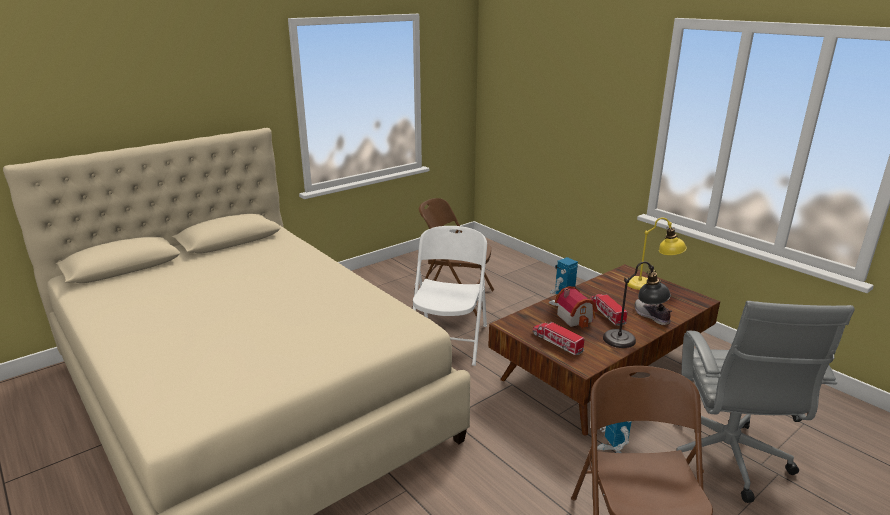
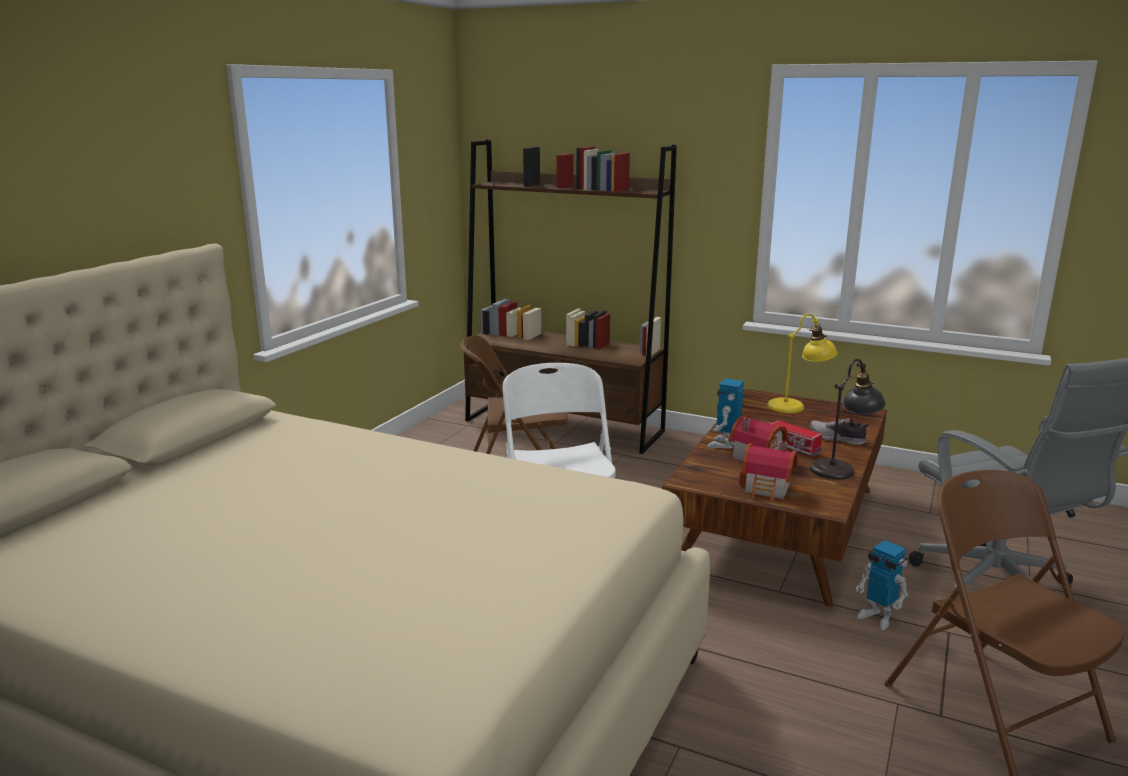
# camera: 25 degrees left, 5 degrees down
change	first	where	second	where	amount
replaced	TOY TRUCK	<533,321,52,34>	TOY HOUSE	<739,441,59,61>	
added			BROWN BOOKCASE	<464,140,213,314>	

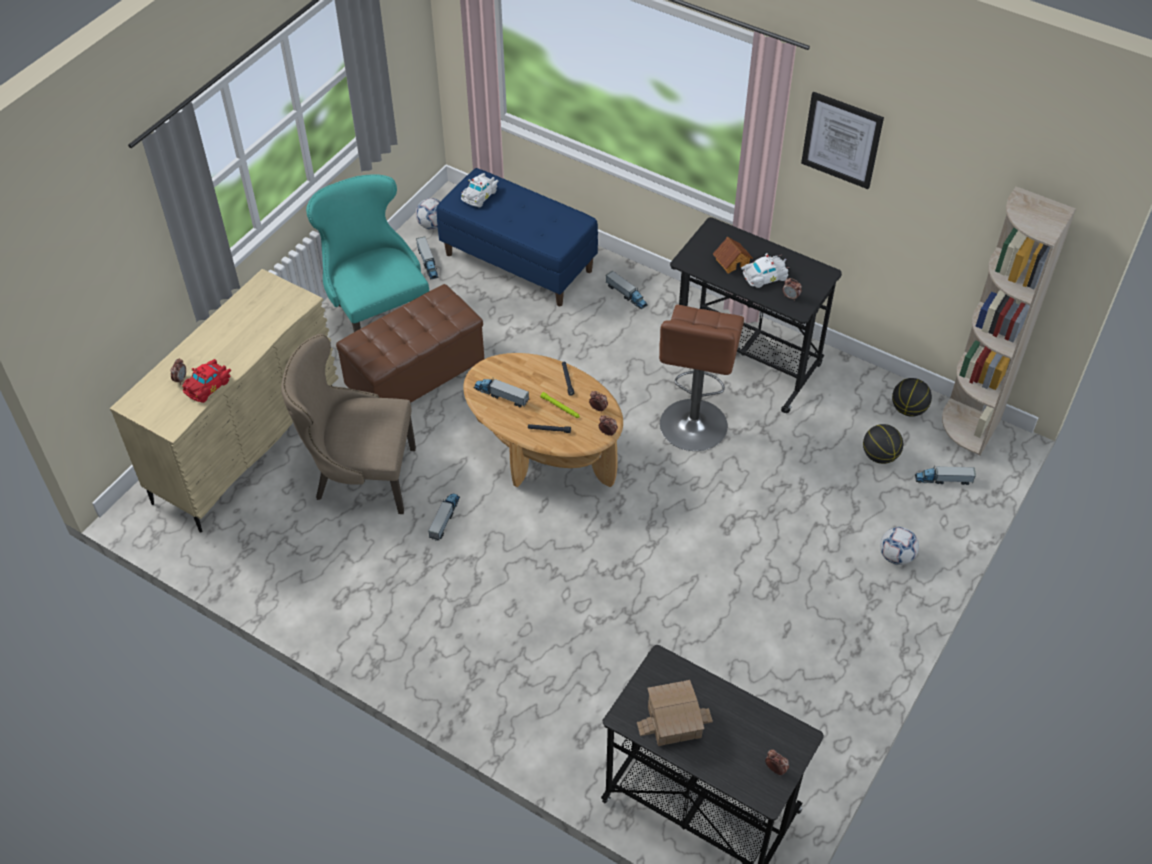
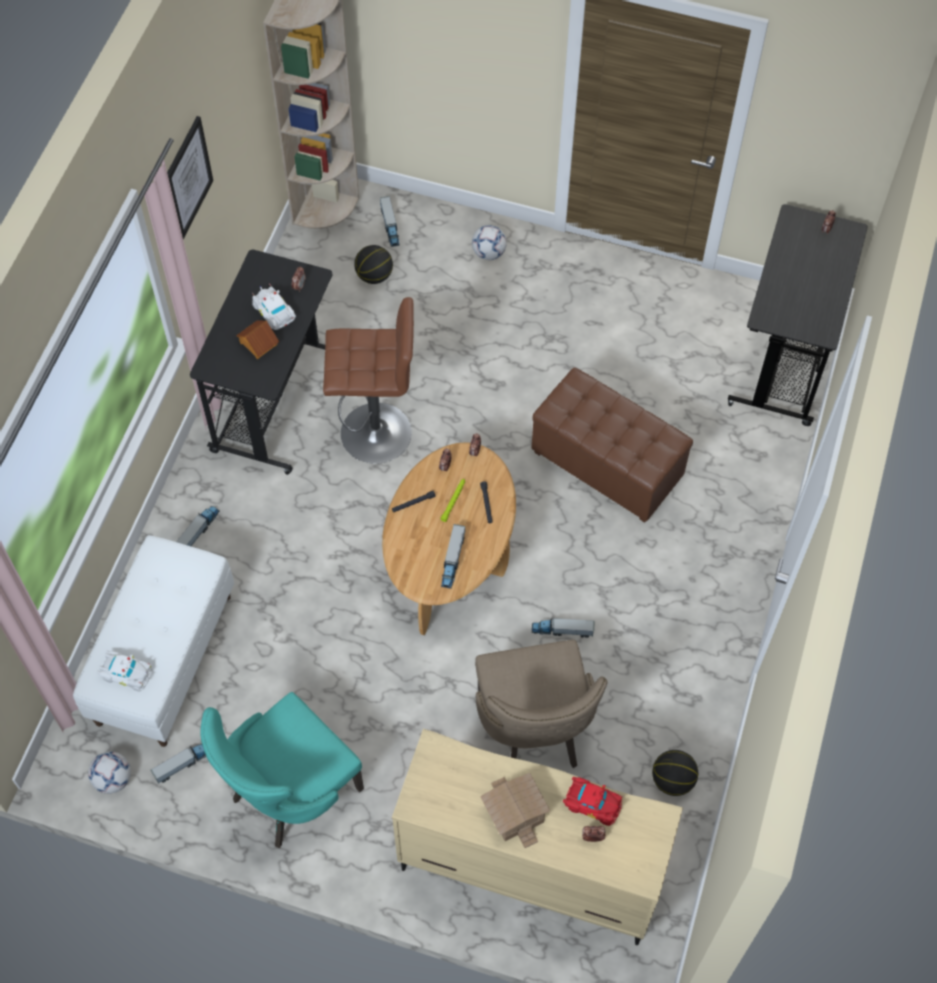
# camera: 105 degrees left, 10 degrees up
change	first	where	second	where	amount
recoloured	BLUE BENCH	<436,168,162,138>	WHITE BENCH	<73,535,161,212>	
moved	BROWN OTTOMAN	<336,284,148,119>		<531,367,162,156>	
moved	BASKETBALL	<892,378,40,39>		<652,750,46,46>	
moved	TOY HOUSE	<637,680,76,66>		<480,773,70,75>	

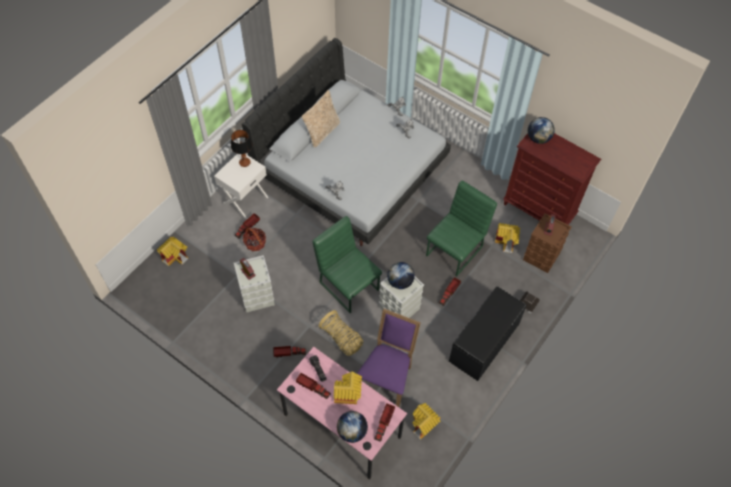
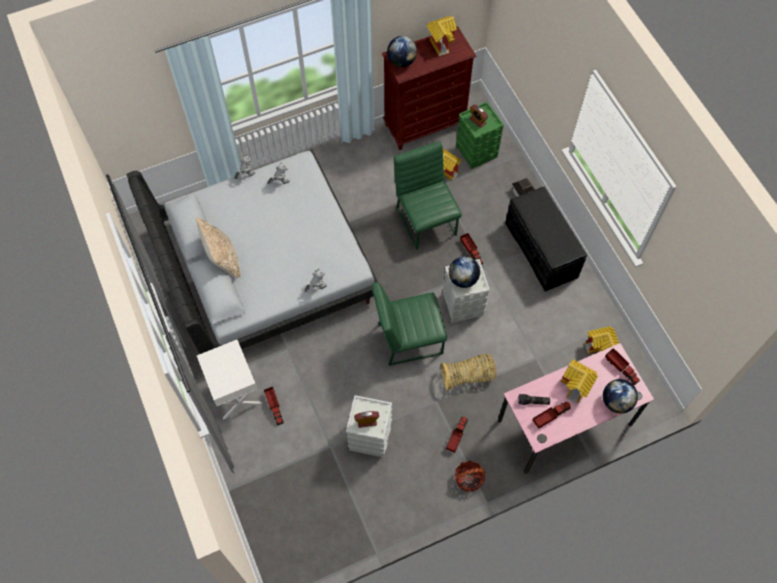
# camera: 60 degrees left, 5 degrees up
change	first	where	second	where	amount
removed	TABLE LAMP	<231,130,22,37>			
recoloured	BROWN STORAGE BOX	<523,213,48,60>	GREEN STORAGE BOX	<456,102,48,67>	
moved	BASKET	<243,227,23,24>		<455,460,31,32>	
moved	TOY HOUSE	<157,237,32,29>		<427,16,30,40>	
removed	PURPLE CHAIR	<357,308,64,99>			

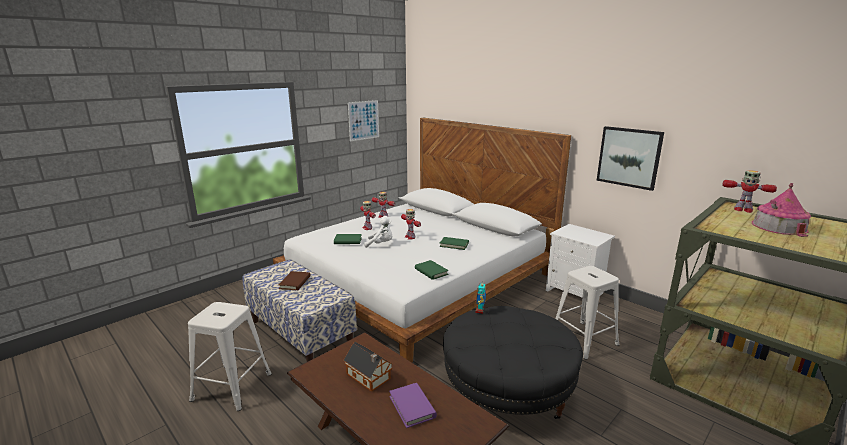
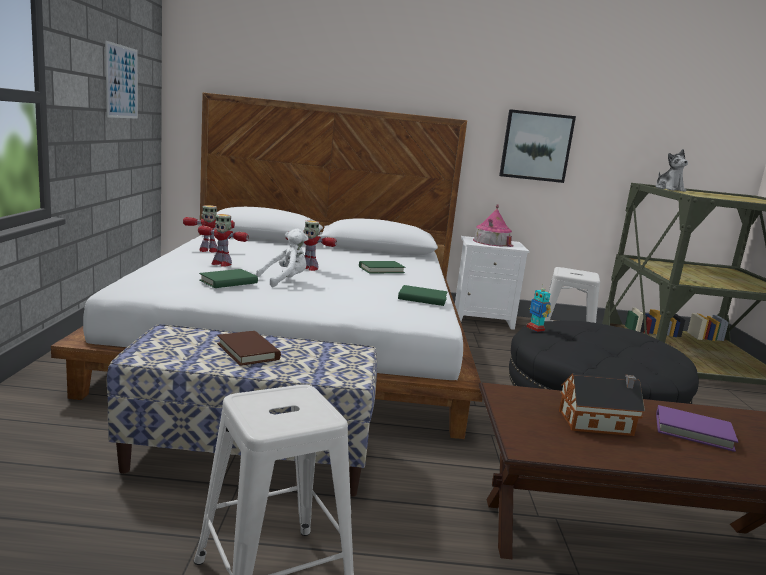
# camera: 45 degrees left, 5 degrees down
change	first	where	second	where	amount
replaced	TOY ROBOT	<722,170,55,43>	PLUSH TOY	<656,149,32,43>	
moved	TOY HOUSE	<752,183,59,54>		<473,204,41,43>	

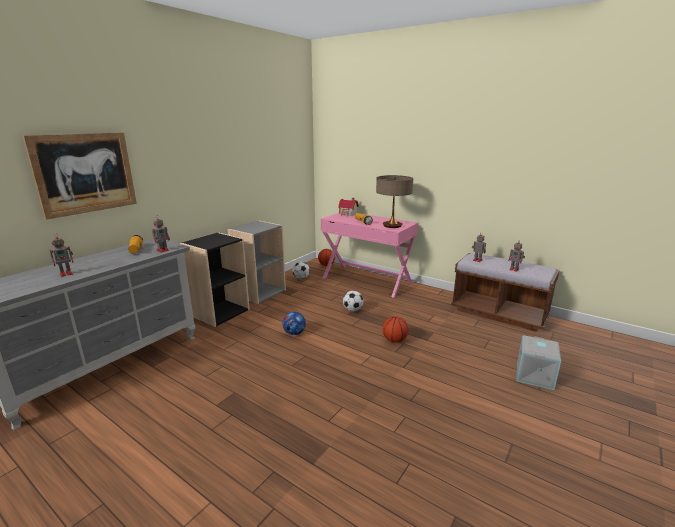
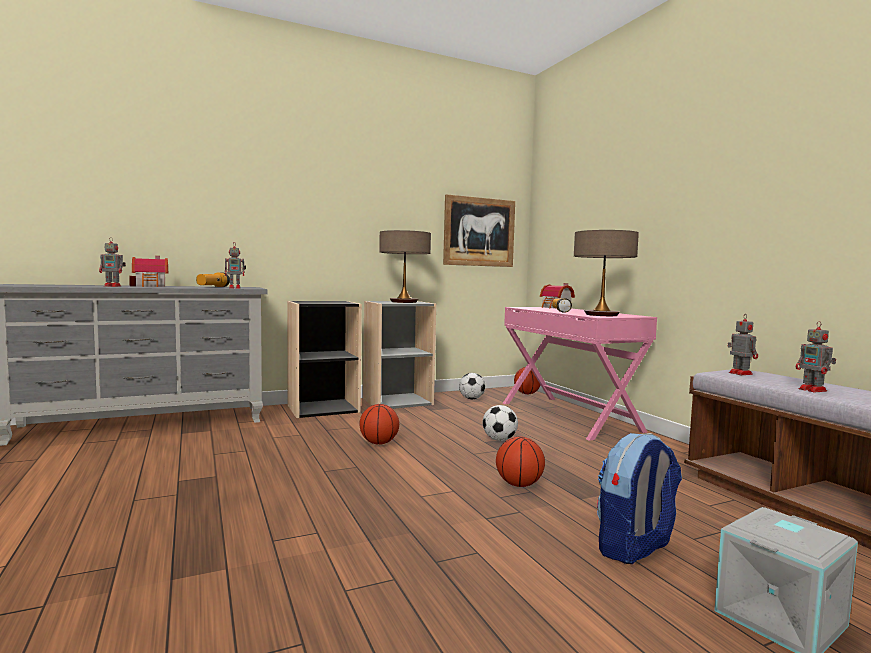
# camera: 30 degrees right, 15 degrees down
change	first	where	second	where	amount
moved	PICTURE	<23,132,114,88>		<443,194,72,73>	
replaced	FOOTBALL	<283,312,23,23>	BASKETBALL	<359,404,40,41>	
added			TABLE LAMP	<379,230,52,73>	
added			TOY HOUSE	<129,256,39,31>	
added			BACKPACK	<597,433,85,131>	

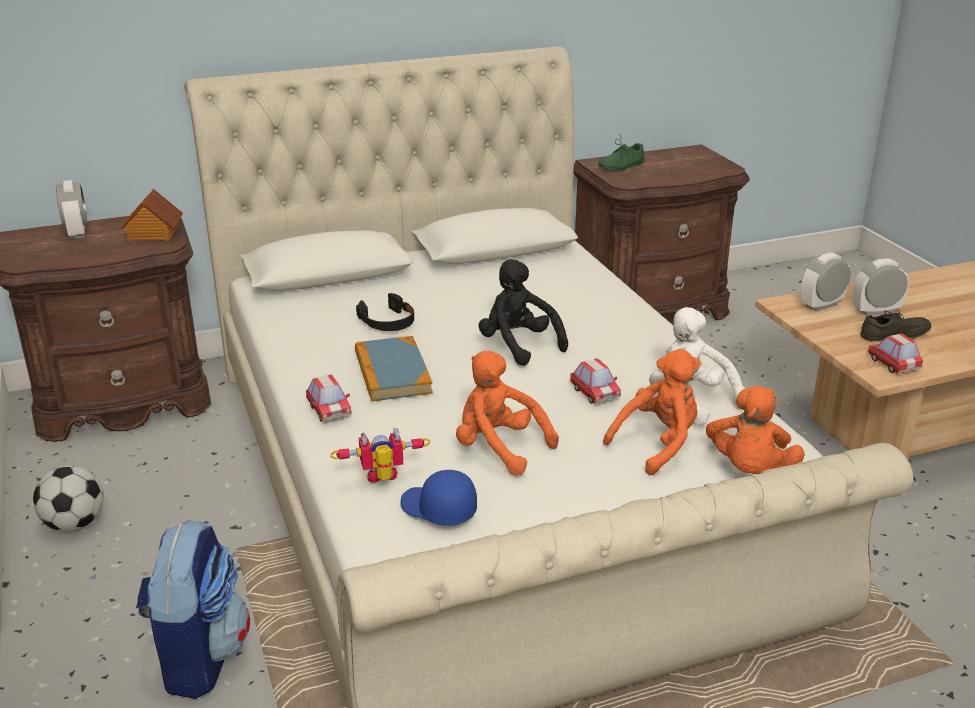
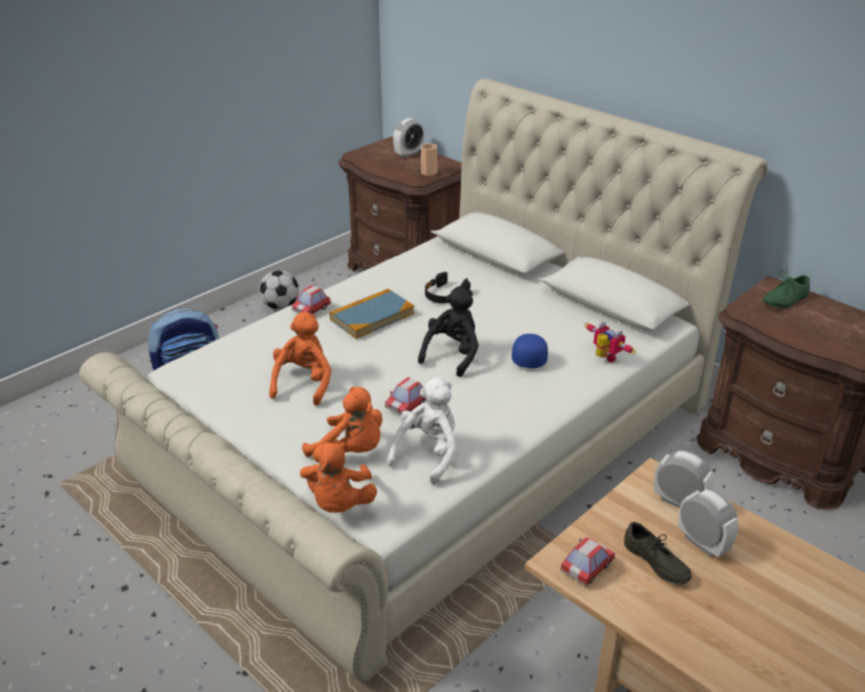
# camera: 65 degrees right, 5 degrees up
change	first	where	second	where	amount
turned	GREEN SHOE	<598,134,46,37>		<763,266,47,43>	60 degrees counterclockwise
replaced	TOY HOUSE	<121,189,62,52>	CUP	<421,143,16,33>	
turned	ORANGE PLUSH TOY	<706,386,99,88>		<300,442,77,71>	75 degrees counterclockwise
moved	TOY ROBOT	<330,428,100,55>		<584,322,52,40>	
moved	BLUE CAP	<401,470,76,56>		<512,334,36,34>	

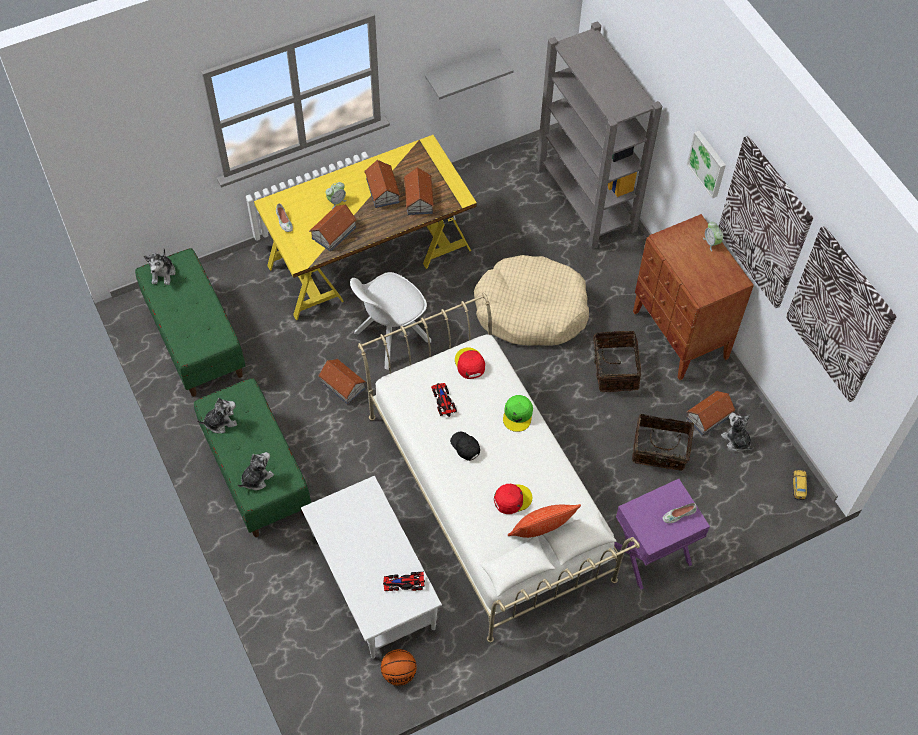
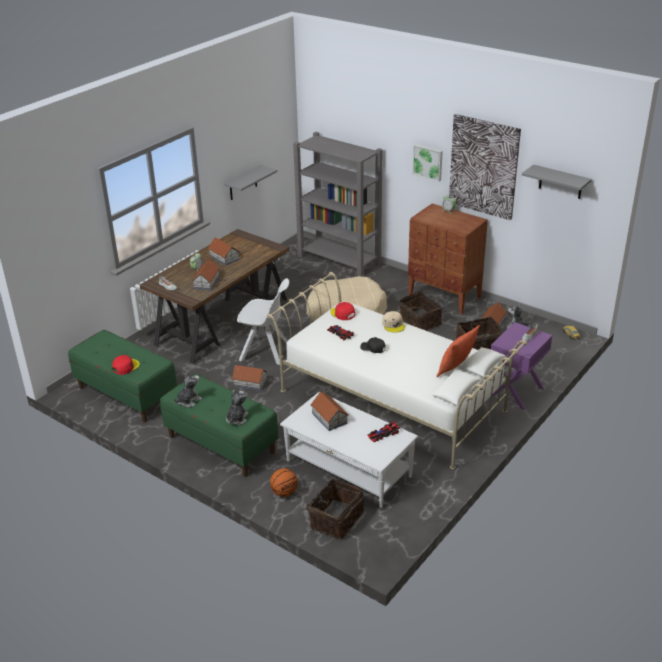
# camera: 25 degrees left, 25 degrees down
change	first	where	second	where	amount
recoloured	YELLOW DESK	<254,135,223,185>	BROWN DESK	<140,229,149,135>	
moved	TOY HOUSE	<404,167,30,48>		<311,392,38,39>	
replaced	PICTURE	<786,226,111,176>	GREY SHELF	<522,165,70,34>	
removed	PLUSH TOY	<144,249,31,36>			
turned	WHITE CHAIR	<350,272,81,98>		<237,278,52,87>	105 degrees counterclockwise
recoloured	GREEN CAP	<503,395,30,37>	BEIGE CAP	<382,311,23,22>	
moved	RED CAP	<494,484,38,30>		<112,355,28,20>	
moved	BASKETBALL	<381,649,36,37>		<270,468,28,29>	
added			BASKET	<300,479,64,61>	

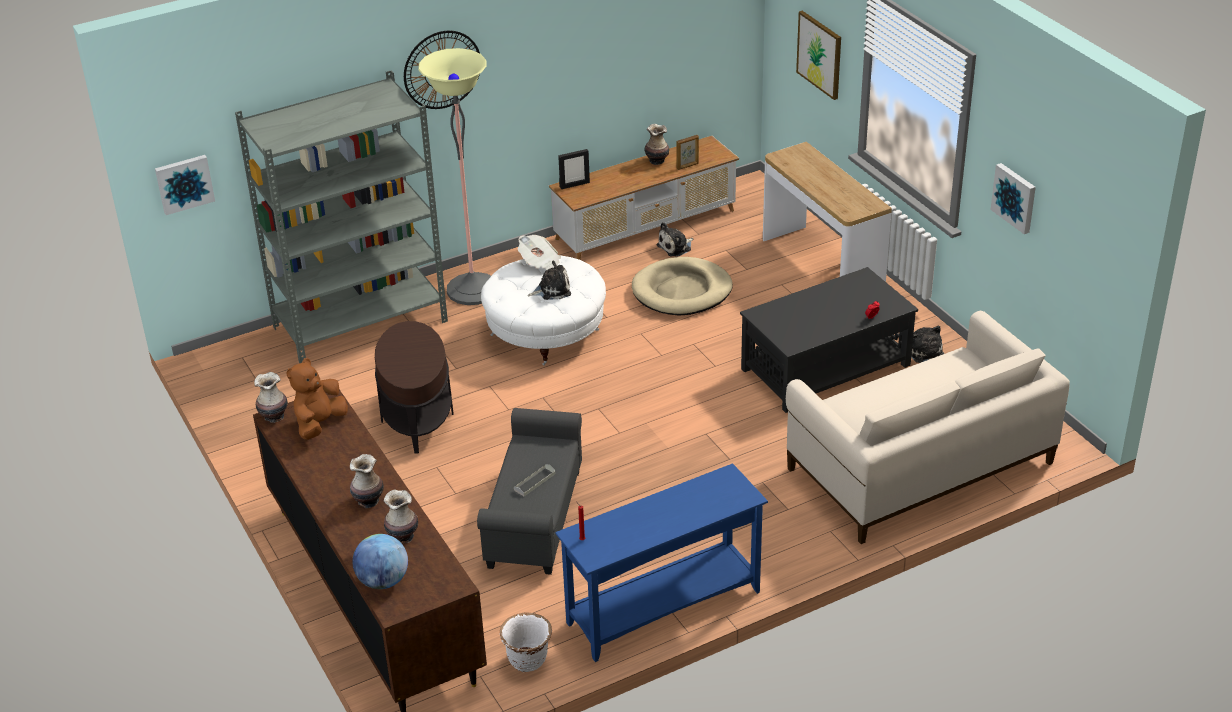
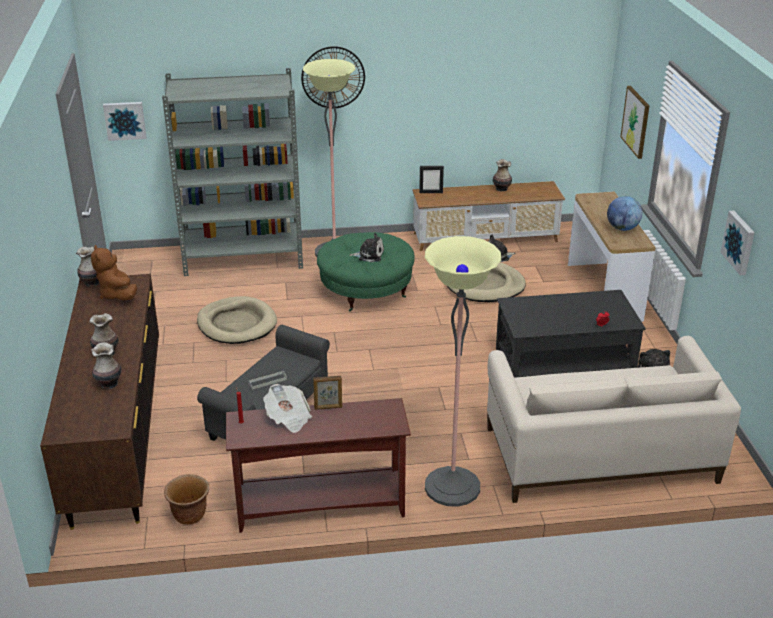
# camera: 20 degrees right, 5 degrees down
change	first	where	second	where	amount
moved	PICTURE FRAME	<676,135,23,35>		<313,376,29,34>	
moved	NEWSPAPER	<517,235,44,35>		<263,384,49,49>	
recoloured	WHITE OTTOMAN	<481,255,125,111>	GREEN OTTOMAN	<317,232,97,80>	
replaced	BROWN SIDE TABLE	<375,321,79,132>	BEIGE DOG BED	<197,296,80,48>	
turned	BROWN PLUSH TOY	<286,358,62,82>		<91,245,46,55>	75 degrees counterclockwise
recoloured	BLUE CONSOLE TABLE	<555,463,213,199>	BROWN CONSOLE TABLE	<226,398,185,135>	
moved	GLOBE	<352,534,56,55>		<607,196,35,35>	
recoloured	WHITE PLANTER	<500,612,52,60>	BROWN PLANTER	<164,474,45,51>	
added			FLOOR LAMP	<425,236,76,271>	

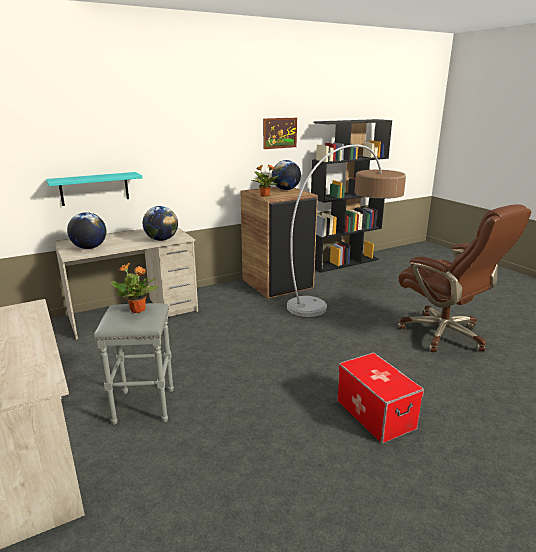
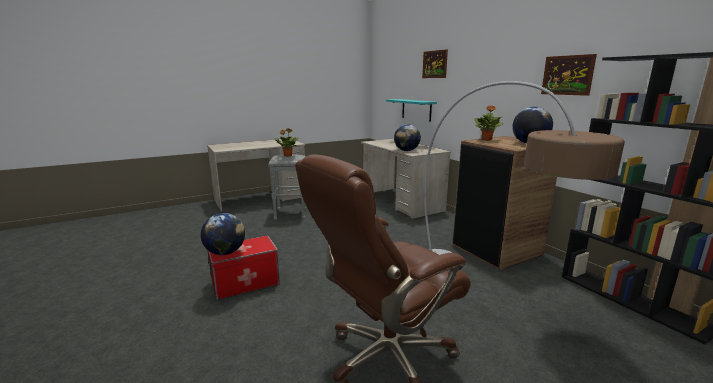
# camera: 90 degrees right, 5 degrees down
change	first	where	second	where	amount
moved	GLOBE	<67,212,39,37>		<201,213,44,42>	
added			PICTURE	<422,49,26,29>	

